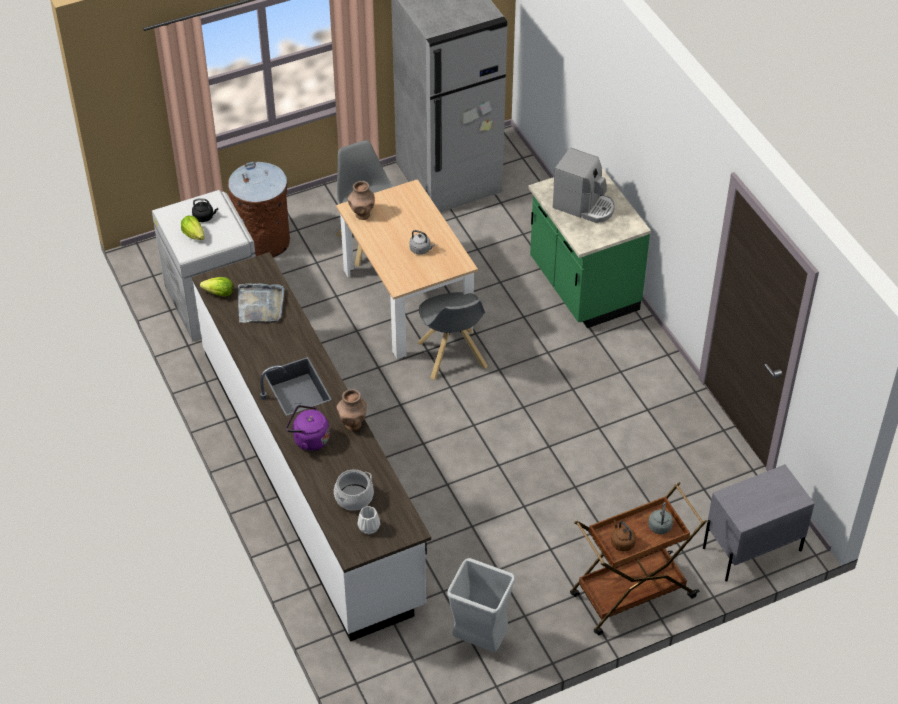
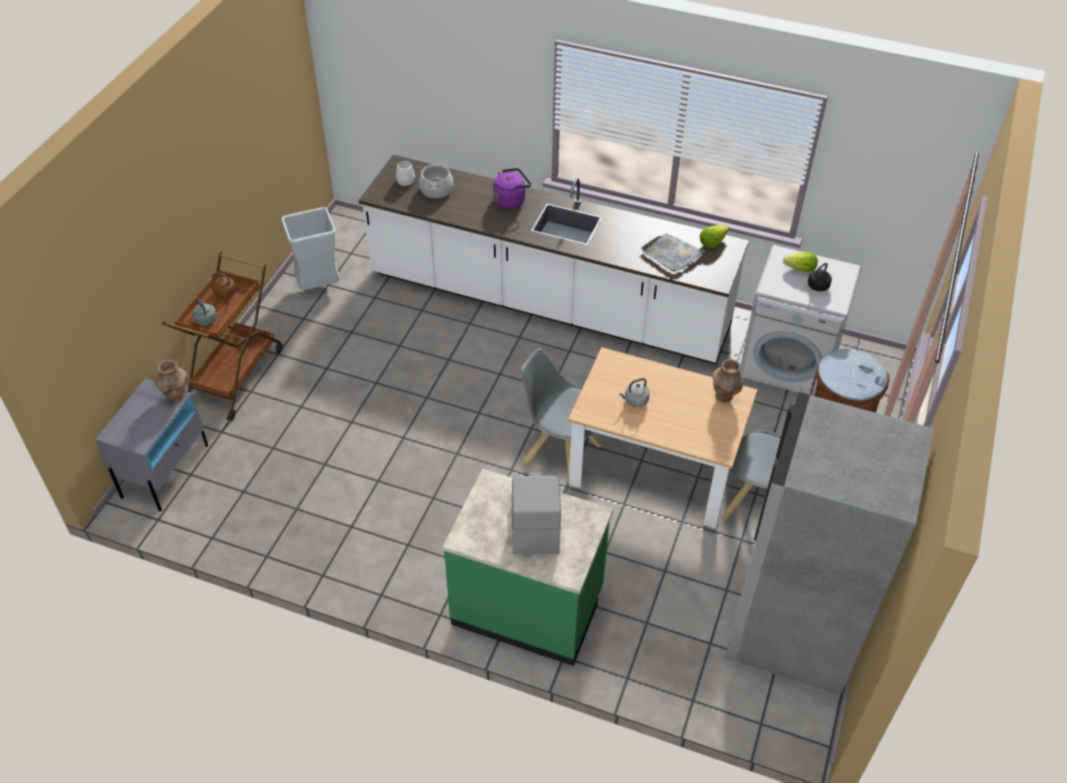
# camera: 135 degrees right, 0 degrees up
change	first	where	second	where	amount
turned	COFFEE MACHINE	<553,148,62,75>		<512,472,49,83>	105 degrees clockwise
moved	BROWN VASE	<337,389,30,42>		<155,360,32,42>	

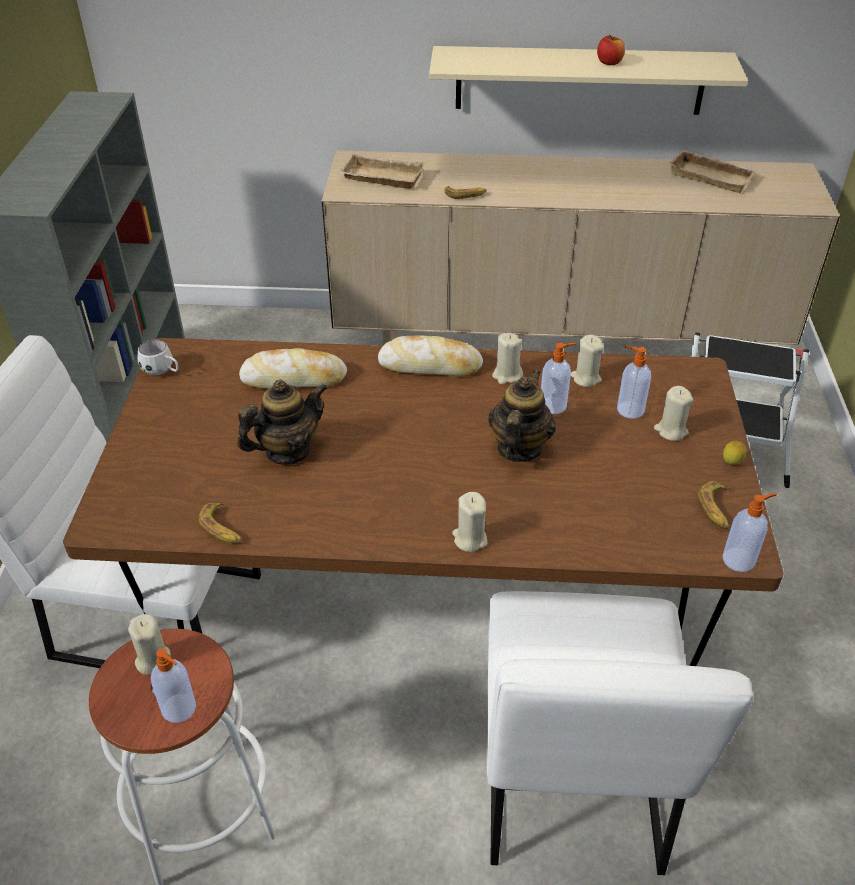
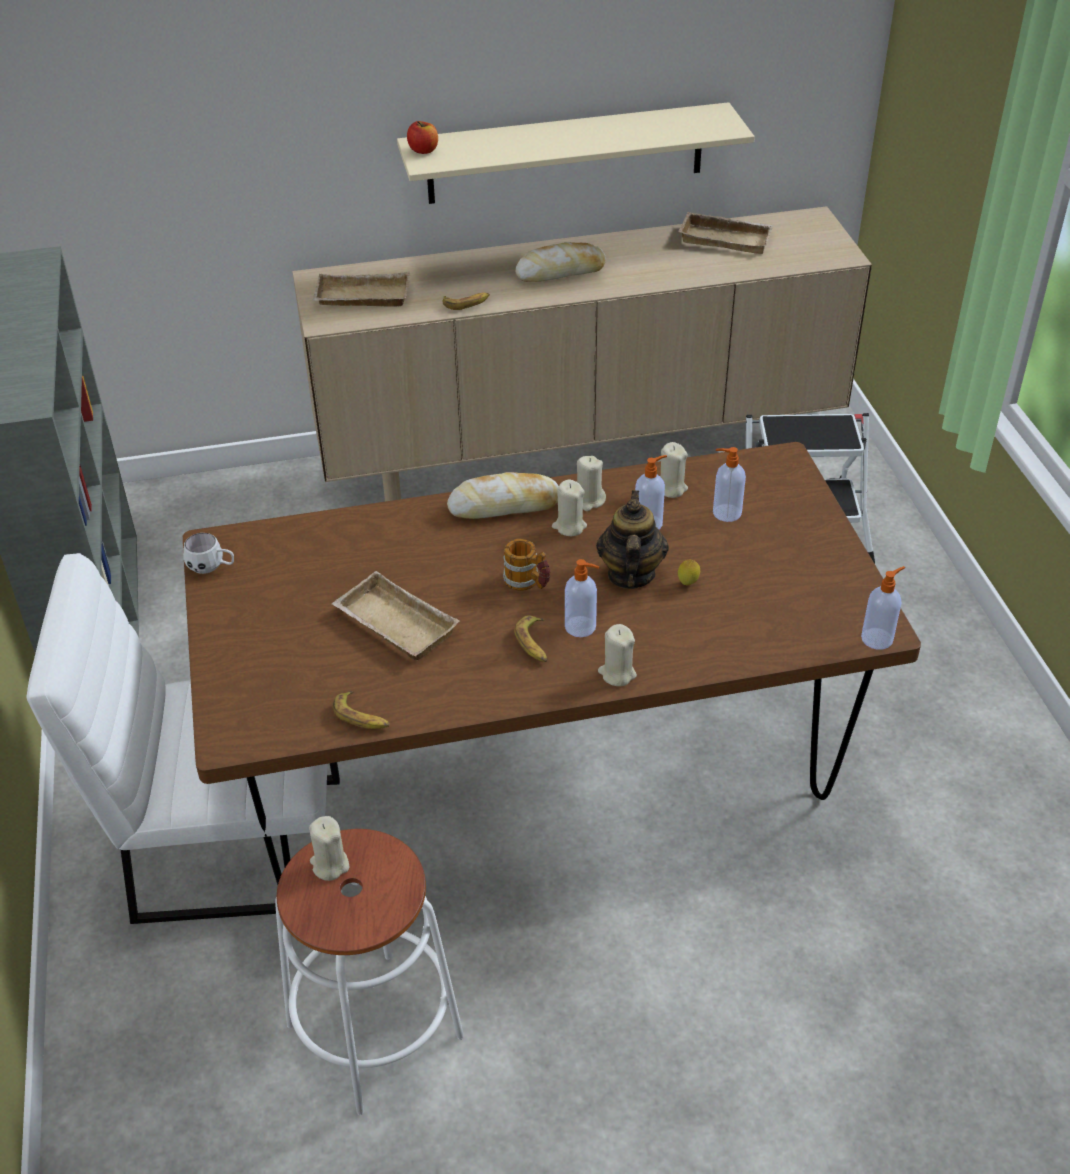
# camera: 15 degrees left, 0 degrees up
change	first	where	second	where	amount
moved	APPLE	<597,35,28,30>		<407,121,31,33>	
moved	BREAD	<239,348,108,40>		<515,242,91,40>	
replaced	TEAPOT	<237,379,90,86>	BEIGE TRAY	<332,571,127,89>	
moved	BEIGE CANDLE	<654,386,39,55>		<552,479,35,57>	
moved	LEMON	<723,441,23,24>		<678,560,22,25>	
moved	BANANA	<698,481,31,48>		<514,615,34,47>	
removed	WHITE CHAIR	<487,591,267,284>			
moved	SOAP DISPENSER	<151,648,45,75>		<565,559,34,78>	
added			MUG	<503,539,48,52>	

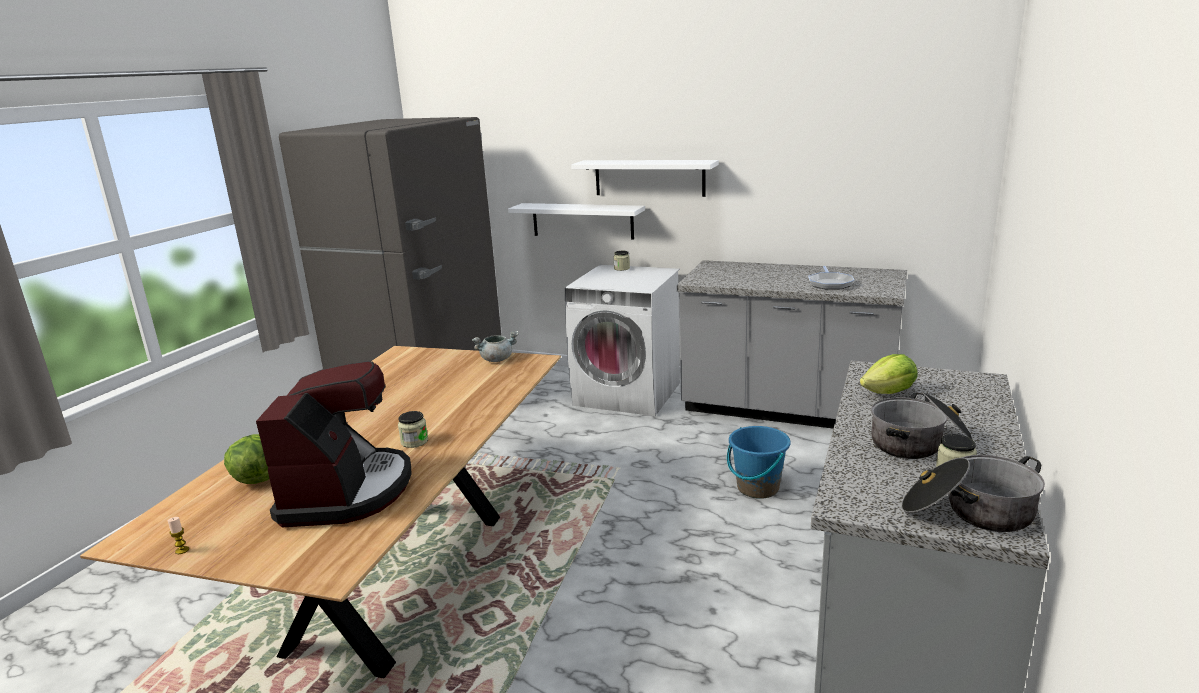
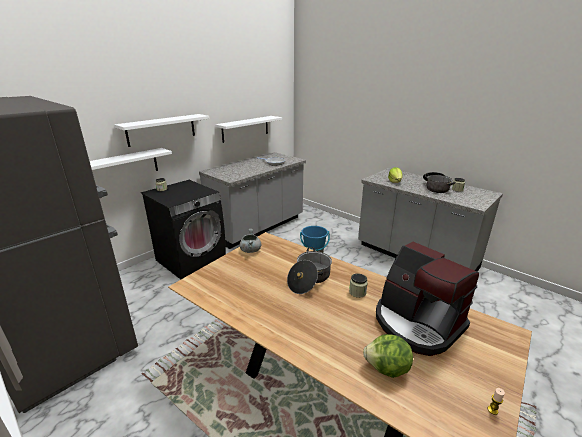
# camera: 70 degrees left, 5 degrees up
change	first	where	second	where	amount
recoloured	WHITE WASHING MACHINE	<565,265,115,151>	BLACK WASHING MACHINE	<141,180,85,99>	
turned	COFFEE MACHINE	<256,361,155,167>		<376,242,103,114>	150 degrees counterclockwise
moved	COOKING POT	<901,455,144,77>		<287,247,45,47>	
added			WHITE SHELF	<215,116,67,27>	

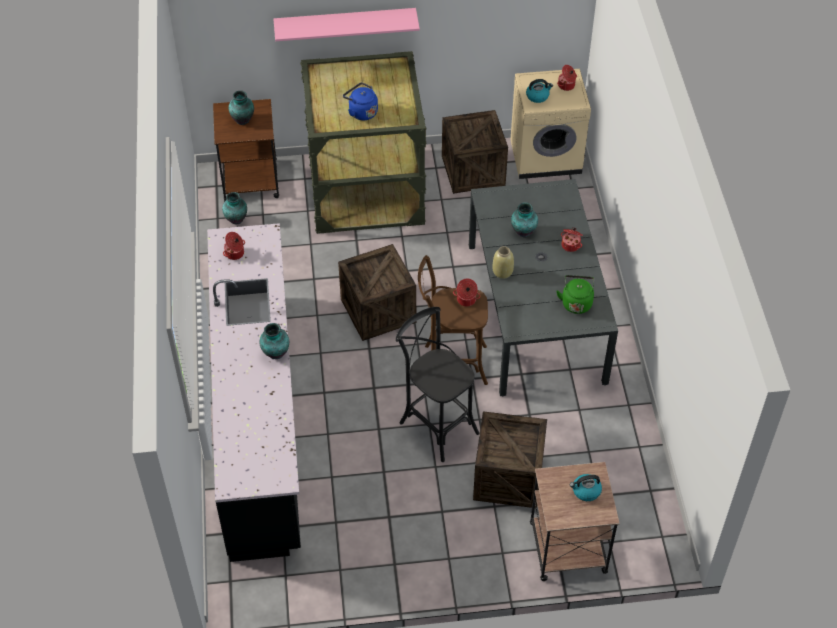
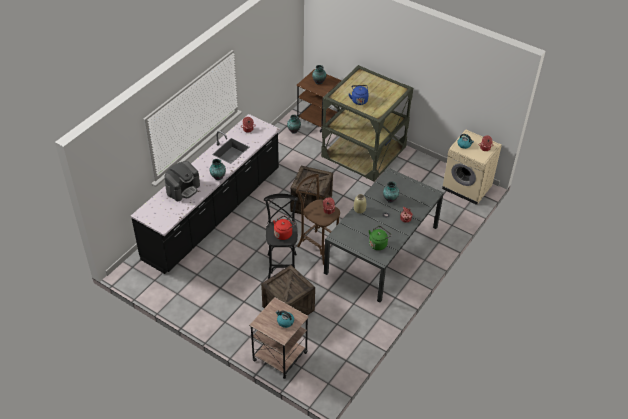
# camera: 40 degrees right, 5 degrees down
change	first	where	second	where	amount
removed	PINK SHELF	<274,8,146,33>			
removed	CRATE	<442,110,66,84>			
added			COFFEE MACHINE	<164,161,36,40>	
added			RED KETTLE	<273,216,23,24>	

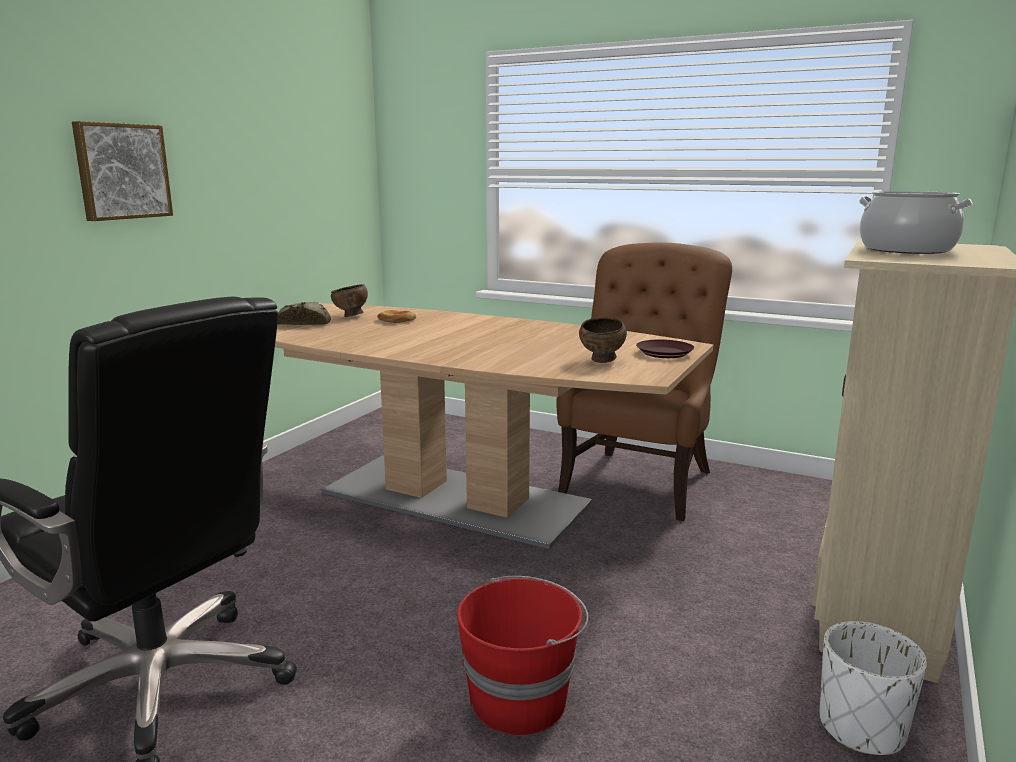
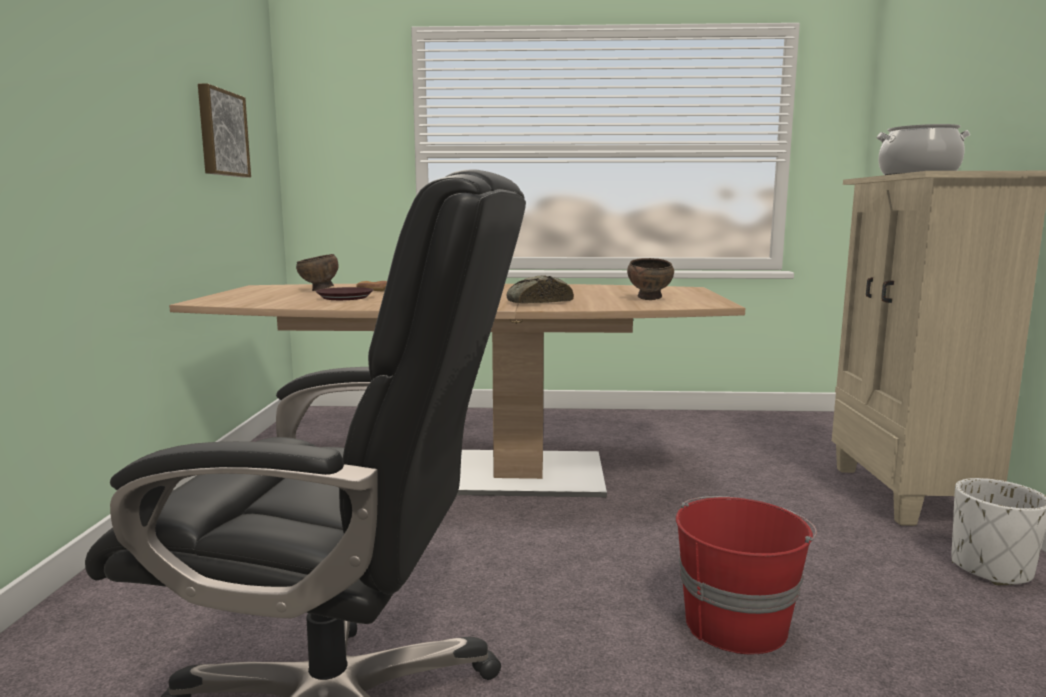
# camera: 25 degrees left, 5 degrees down
change	first	where	second	where	amount
moved	PICTURE	<72,121,101,100>		<198,84,53,93>	
removed	BROWN CHAIR	<556,243,176,278>			
moved	BREAD	<277,302,54,23>		<506,275,68,28>	
moved	BROWN PLATE	<636,339,58,19>		<316,287,58,13>	

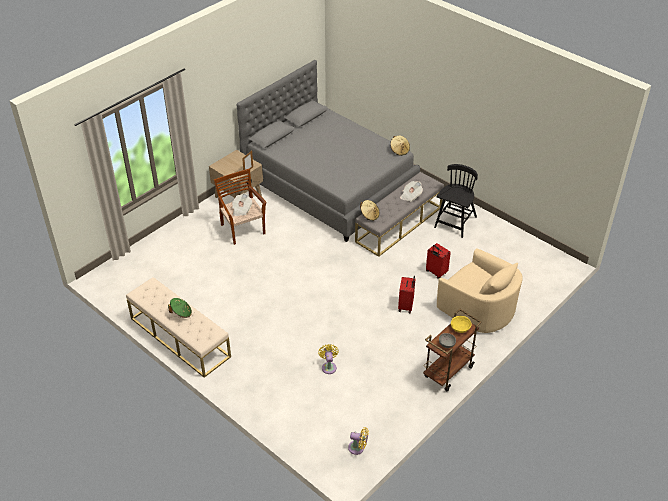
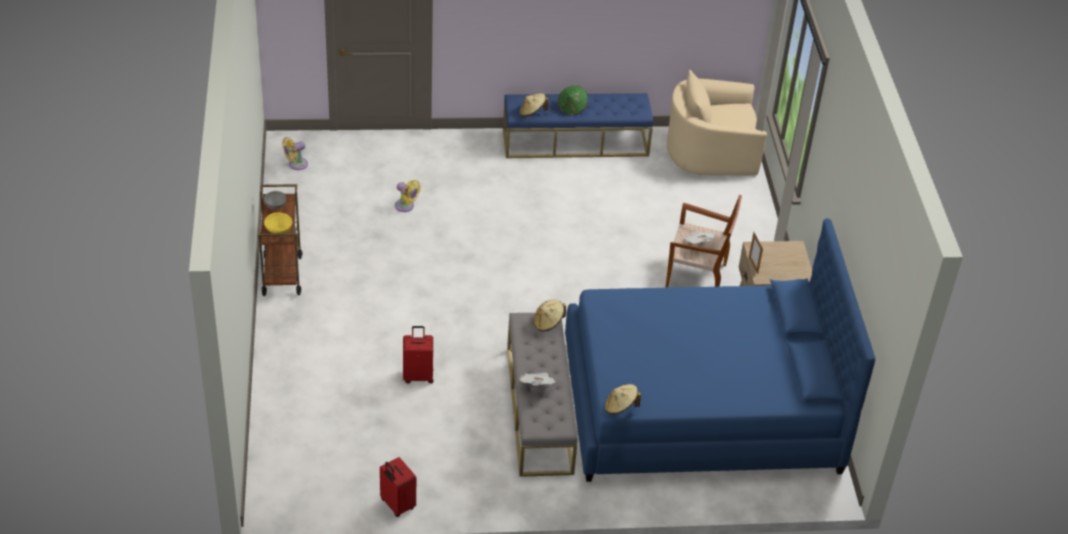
# camera: 130 degrees right, 0 degrees up
change	first	where	second	where	amount
recoloured	GREY BED	<236,60,184,182>	BLUE BED	<565,218,310,264>	
removed	BLACK CHAIR	<434,164,44,74>			
moved	BEIGE ARMCHAIR	<437,248,86,85>		<667,70,100,106>	
moved	RED SUITCASE	<398,276,17,37>		<380,457,36,60>	
recoloured	BEIGE BENCH	<126,277,105,101>	BLUE BENCH	<503,93,150,65>	
added			BEIGE HAT	<520,93,28,24>	

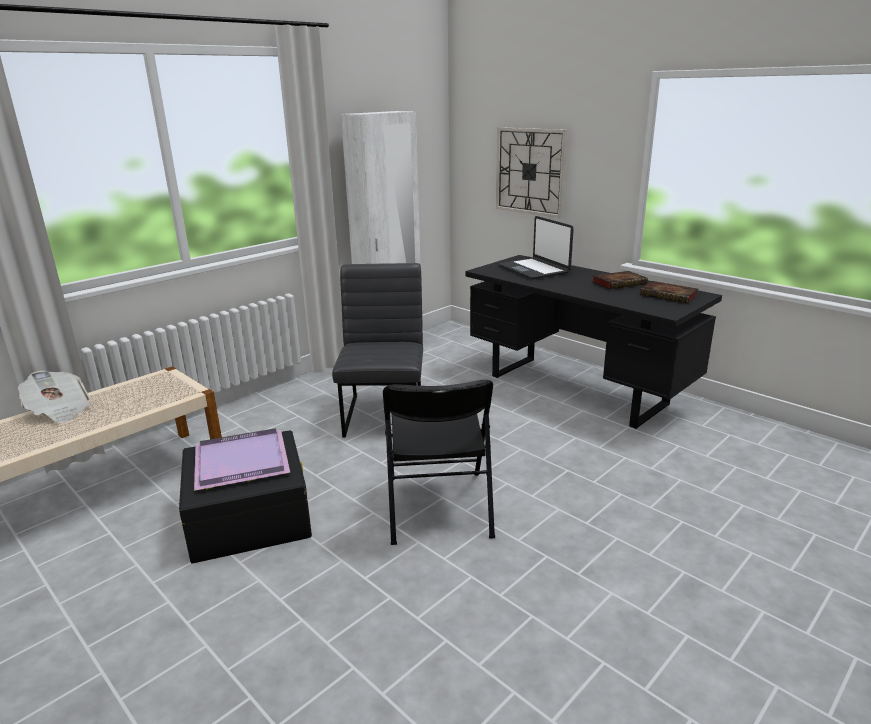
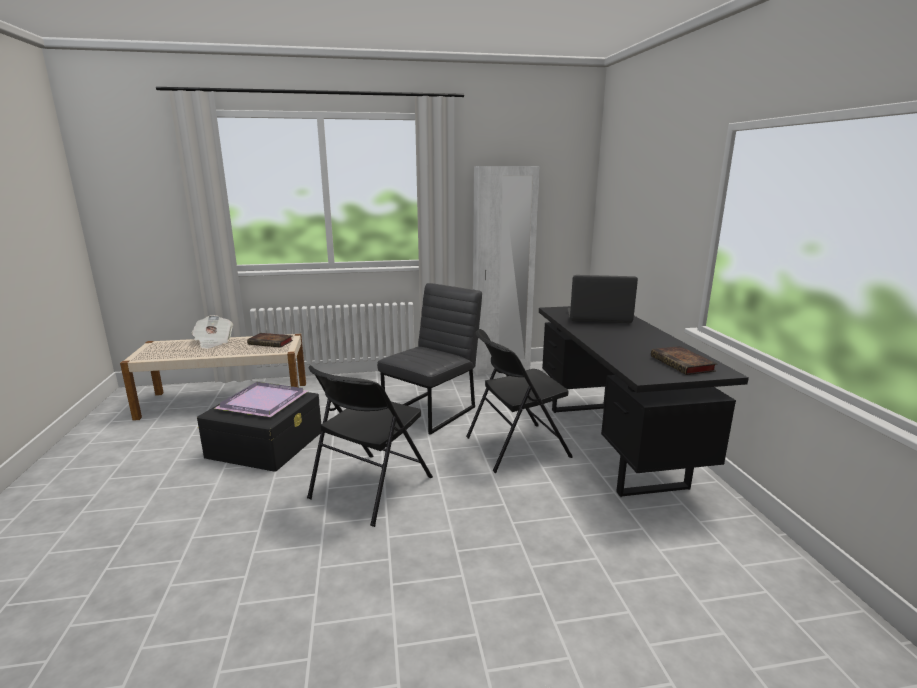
# camera: 35 degrees right, 5 degrees down
change	first	where	second	where	amount
removed	WALL CLOCK	<496,127,71,91>			
turned	LAPTOP	<499,216,75,64>		<568,275,70,48>	90 degrees clockwise
moved	BOOK	<592,271,56,18>		<247,333,46,15>	
added			BLACK CHAIR	<466,329,107,144>	

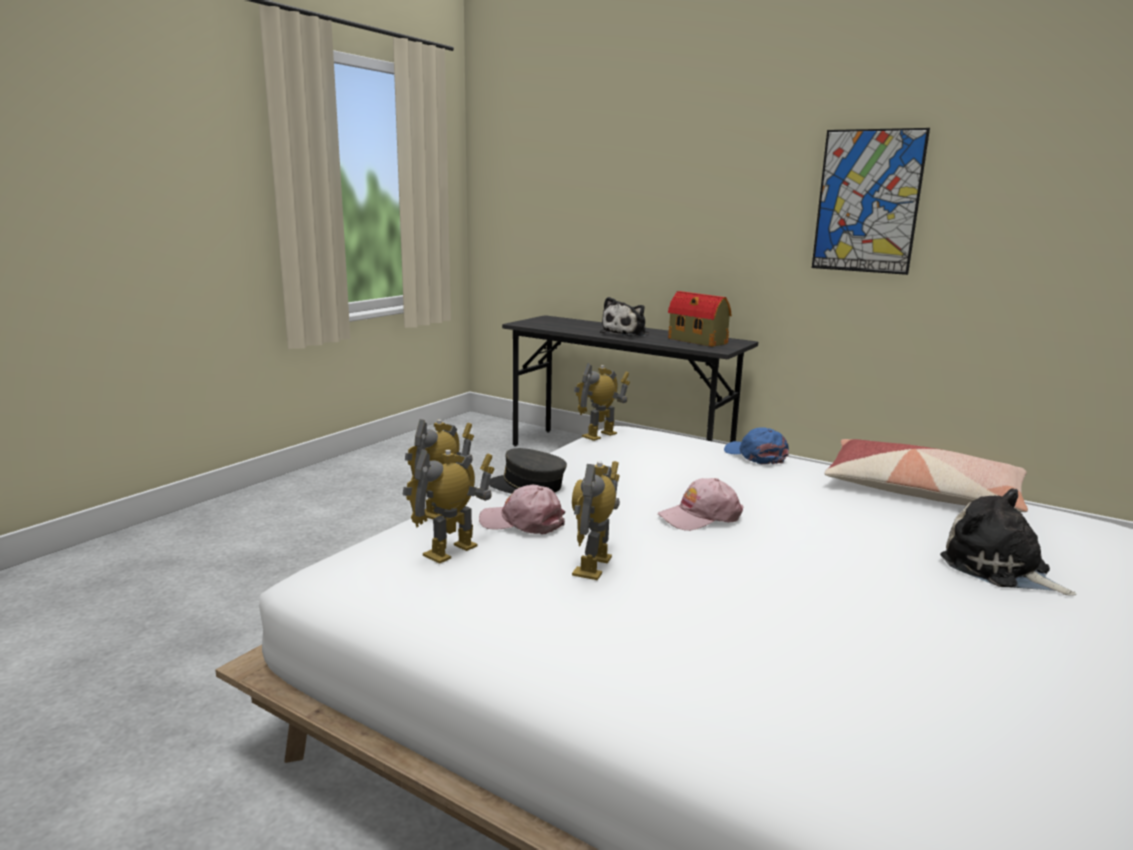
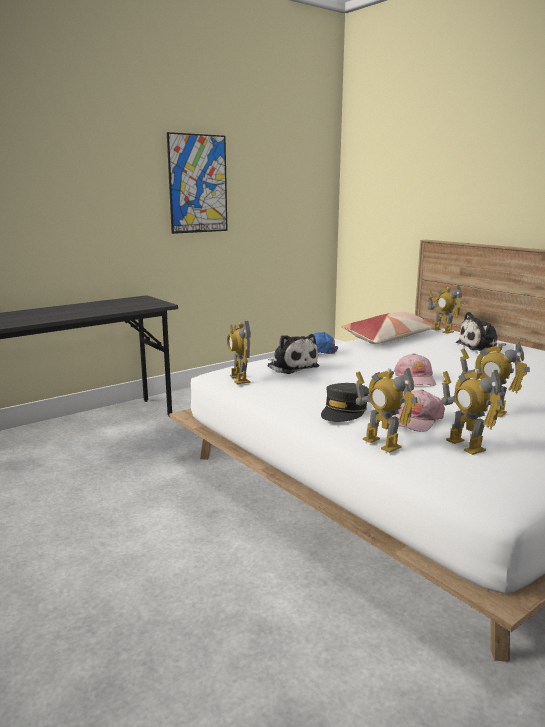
# camera: 70 degrees left, 0 degrees up
change	first	where	second	where	amount
removed	TOY HOUSE	<668,291,64,56>			
moved	PLUSH TOY	<600,297,49,40>		<268,334,51,40>	
added			TOY ROBOT	<428,285,36,49>	

